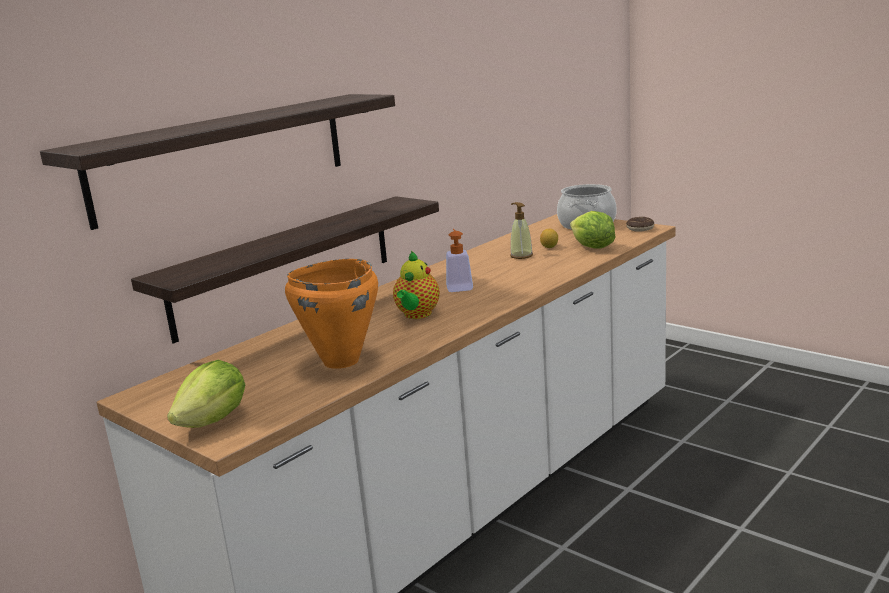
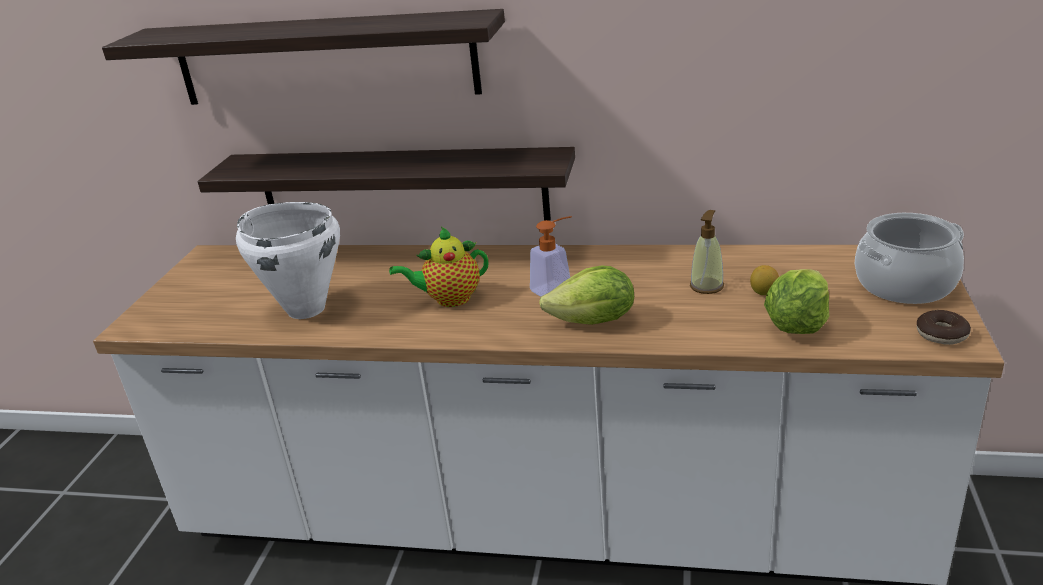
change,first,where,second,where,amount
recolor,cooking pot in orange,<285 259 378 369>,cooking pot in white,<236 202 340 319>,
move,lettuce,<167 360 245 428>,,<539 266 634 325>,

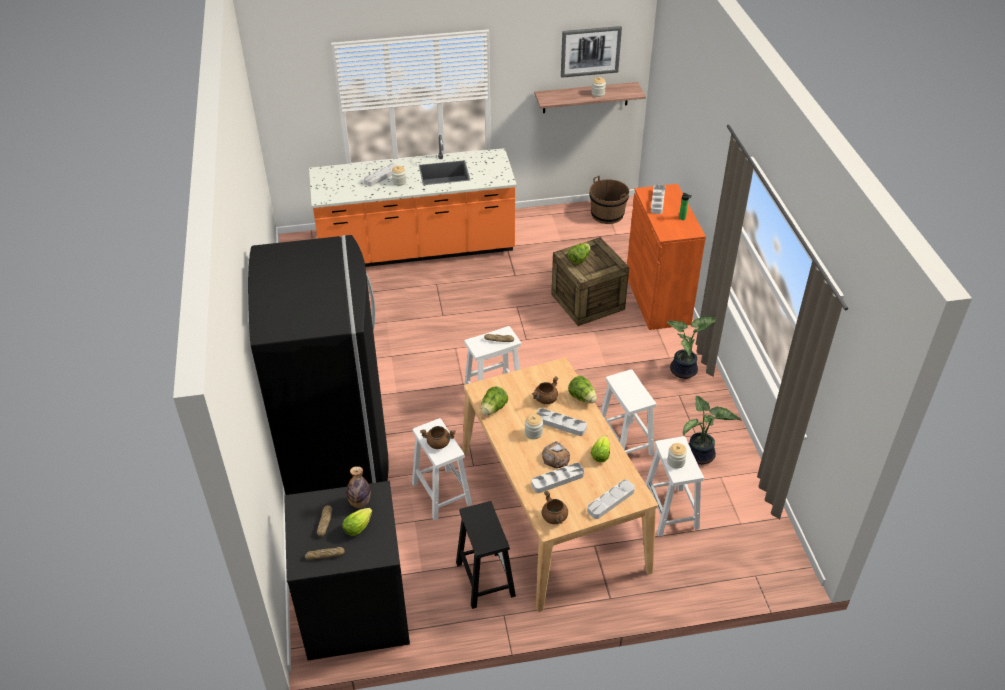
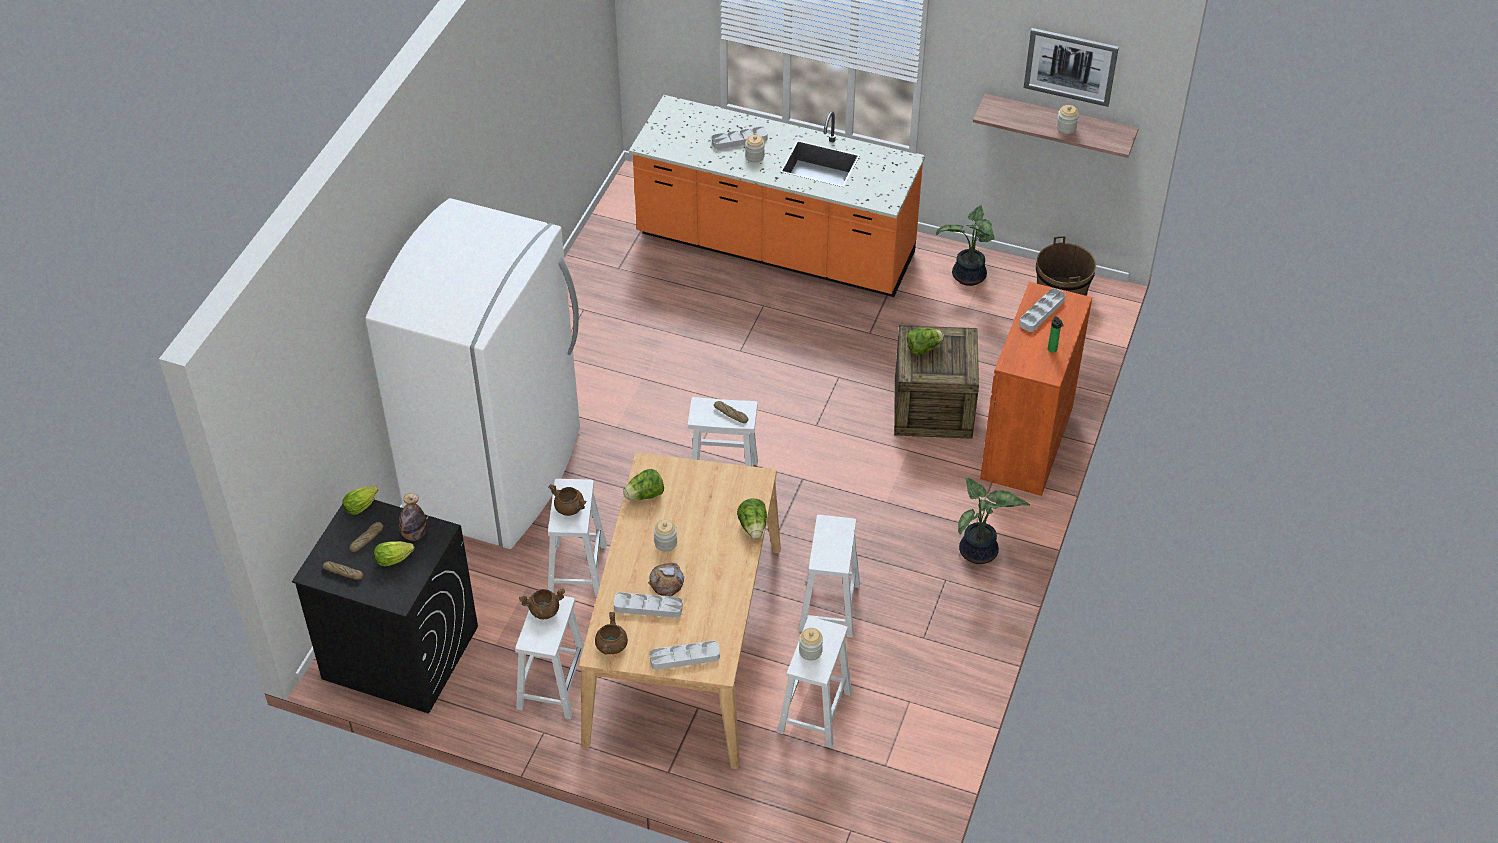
change,first,where,second,where,amount
recolor,fridge in black,<248 235 388 495>,fridge in white,<365 198 580 549>,
move,cooking pot in brown,<532 376 559 404>,,<519 588 565 619>,
move,potted plant,<683 396 741 465>,,<936 205 995 286>,
delete,tray in grey,<536 408 587 436>,,,
move,lettuce,<591 435 610 462>,,<343 486 378 515>,
recolor,stool in black,<456 501 516 609>,stool in white,<515 594 584 719>,

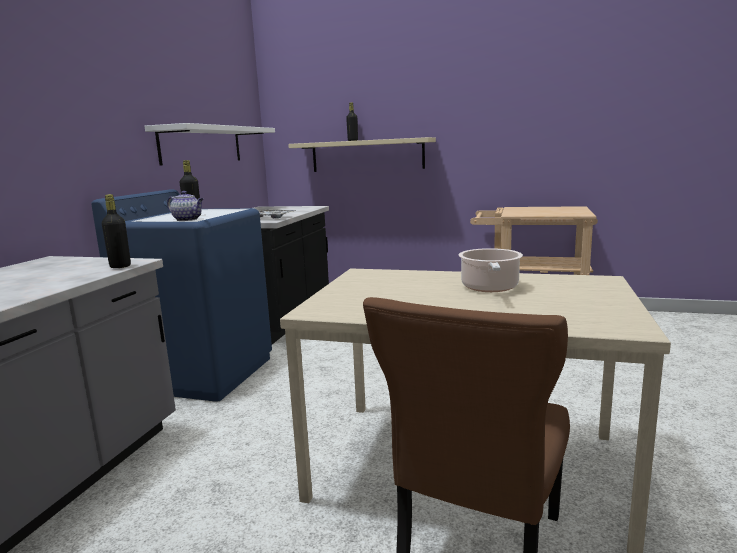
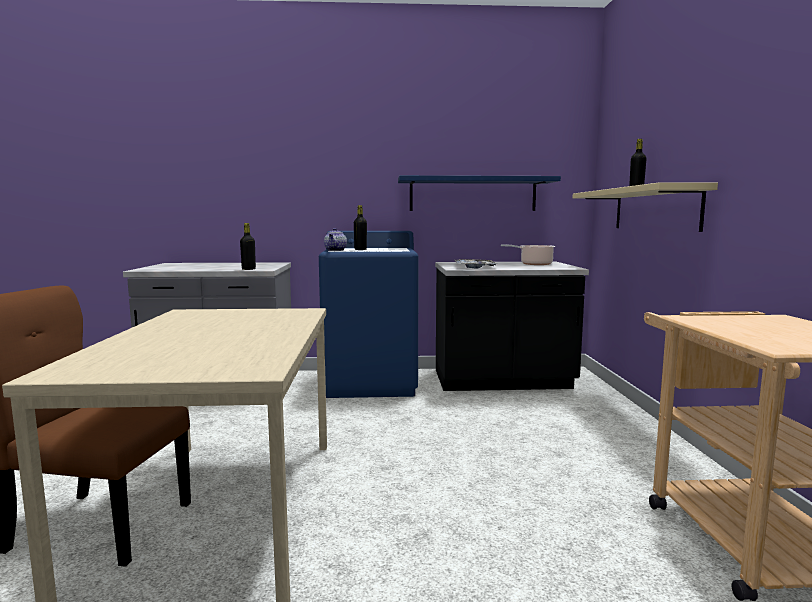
change,first,where,second,where,amount
recolor,shelf in white,<145 123 275 166>,shelf in blue,<398 175 561 211>,
move,cooking pot,<459 248 523 292>,,<501 244 555 265>,

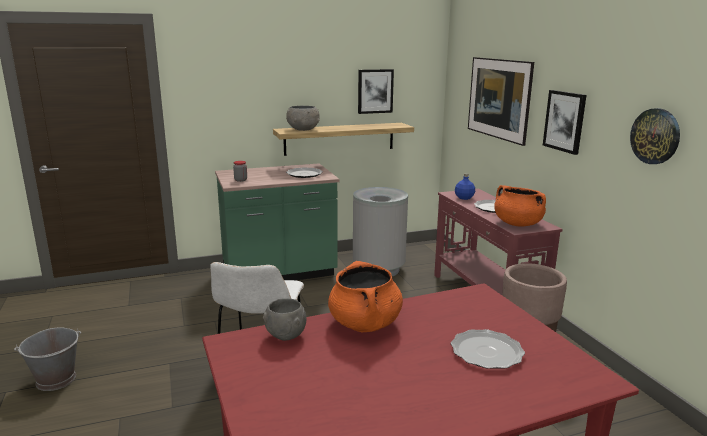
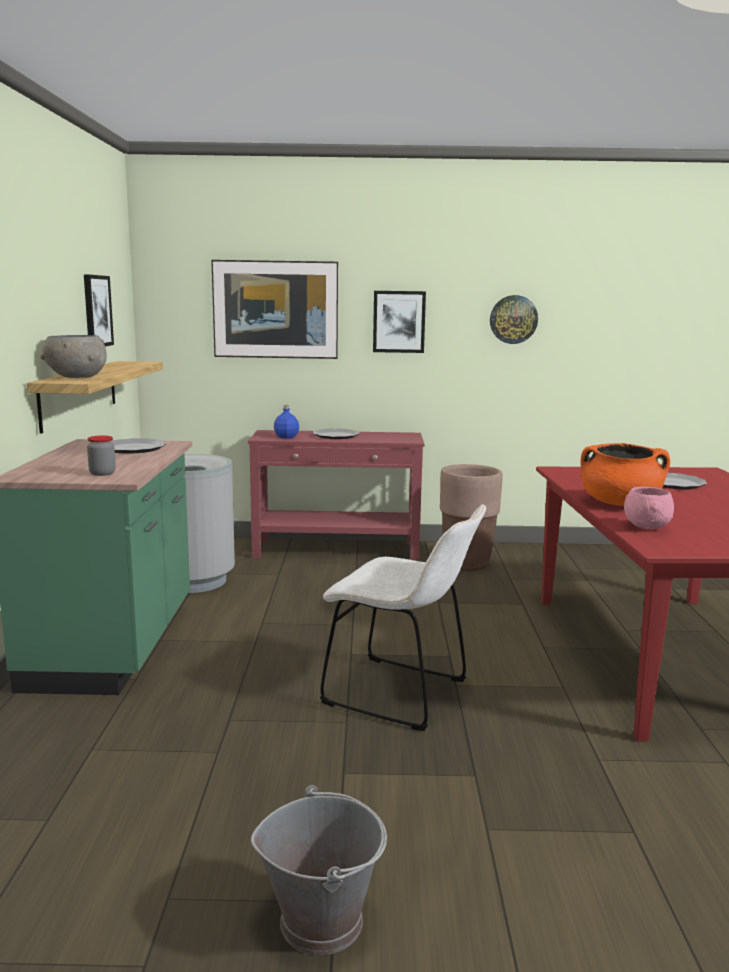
change,first,where,second,where,amount
delete,cooking pot in orange,<494 185 546 227>,,,
recolor,bowl in grey,<263 298 306 341>,bowl in pink,<624 487 674 529>,

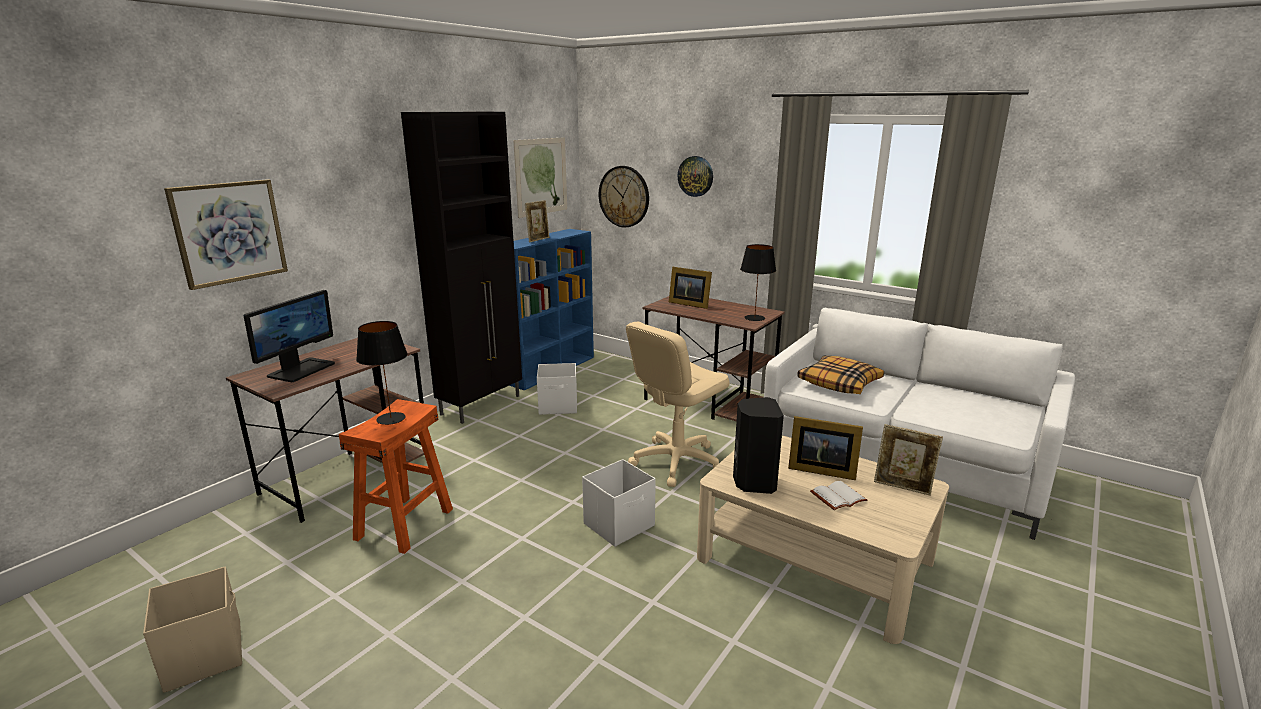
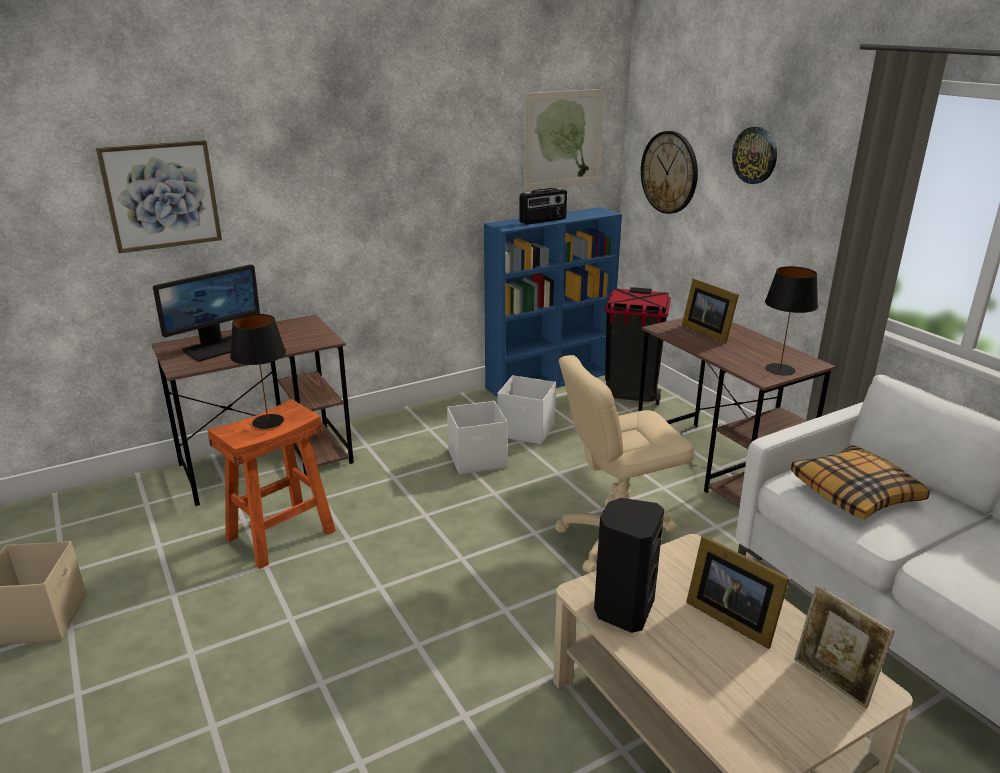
change,first,where,second,where,amount
delete,cabinet in black,<401 112 522 424>,,,
replace,picture frame,<525 200 550 243>,radio,<519 188 567 225>,
move,storage box in white,<582 459 656 547>,,<447 401 507 475>,
delete,book in white,<810 481 867 510>,,,
insert,,,trash can in black,<605 287 671 405>,

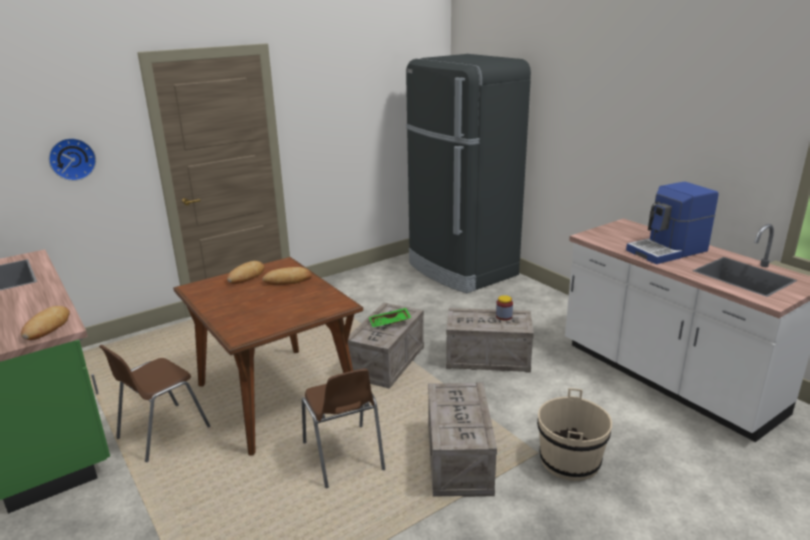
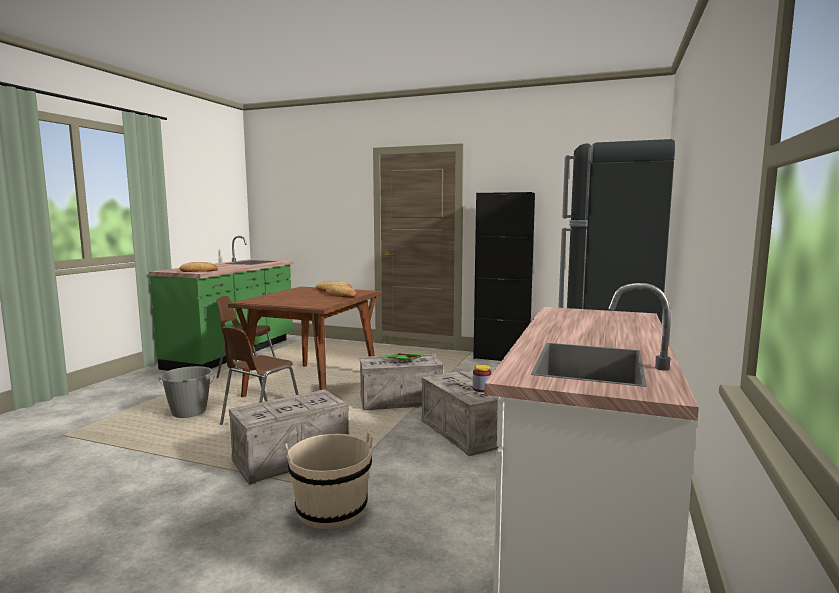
change,first,where,second,where,amount
delete,wall clock,<49 138 96 181>,,,
delete,coffee machine,<626 182 719 264>,,,
insert,,,cabinet in black,<473 192 535 361>,
insert,,,bucket in grey,<158 366 214 418>,

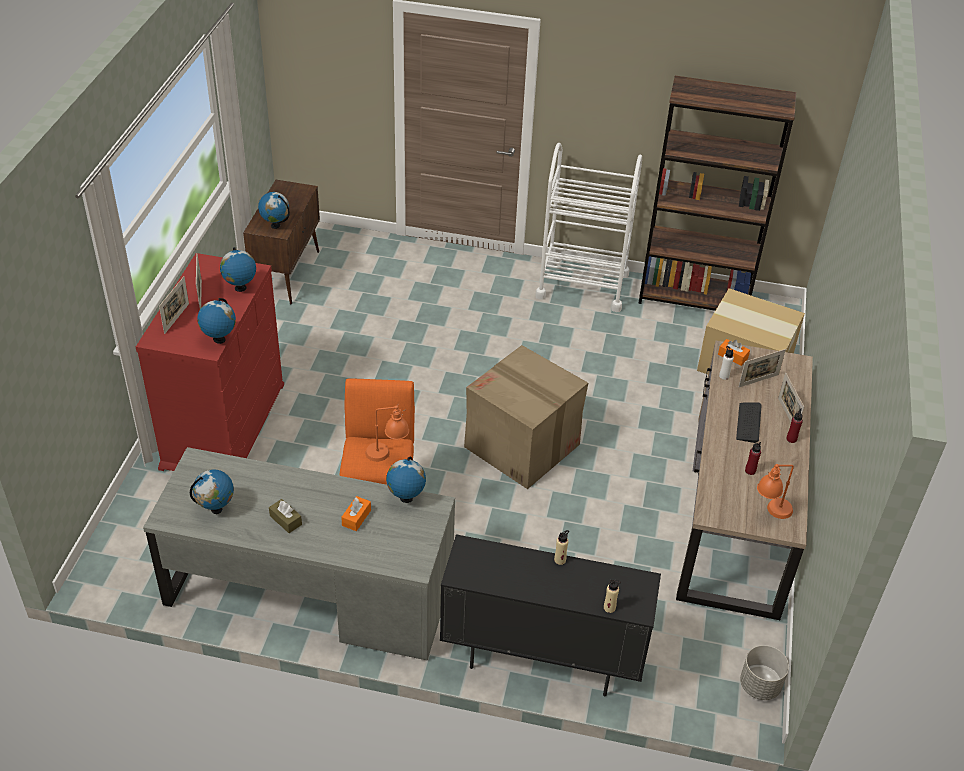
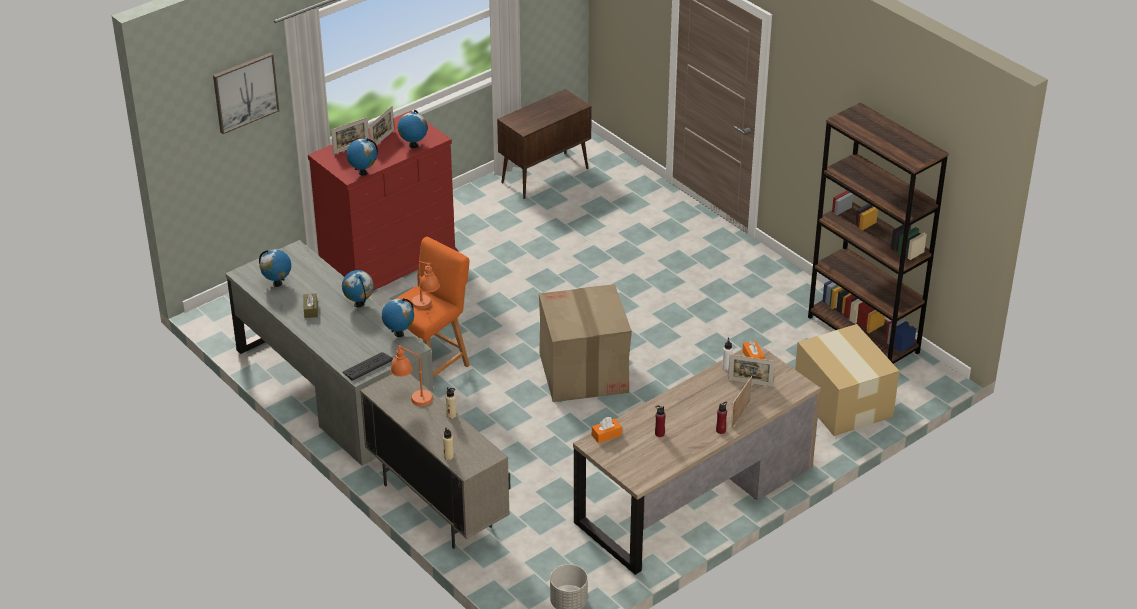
change,first,where,second,where,amount
delete,cart in white,<535 143 642 312>,,,
move,globe,<258 192 290 229>,,<342 270 374 307>,
move,keyboard,<736 403 762 443>,,<343 352 393 381>,
move,table lamp in orange,<757 464 794 519>,,<390 345 433 406>,
move,tissue box in orange,<341 496 371 531>,,<592 417 622 443>,
recolor,cabinet in black,<440 534 661 697>,cabinet in beige,<360 374 510 549>,
insert,,,picture,<213 52 279 134>,

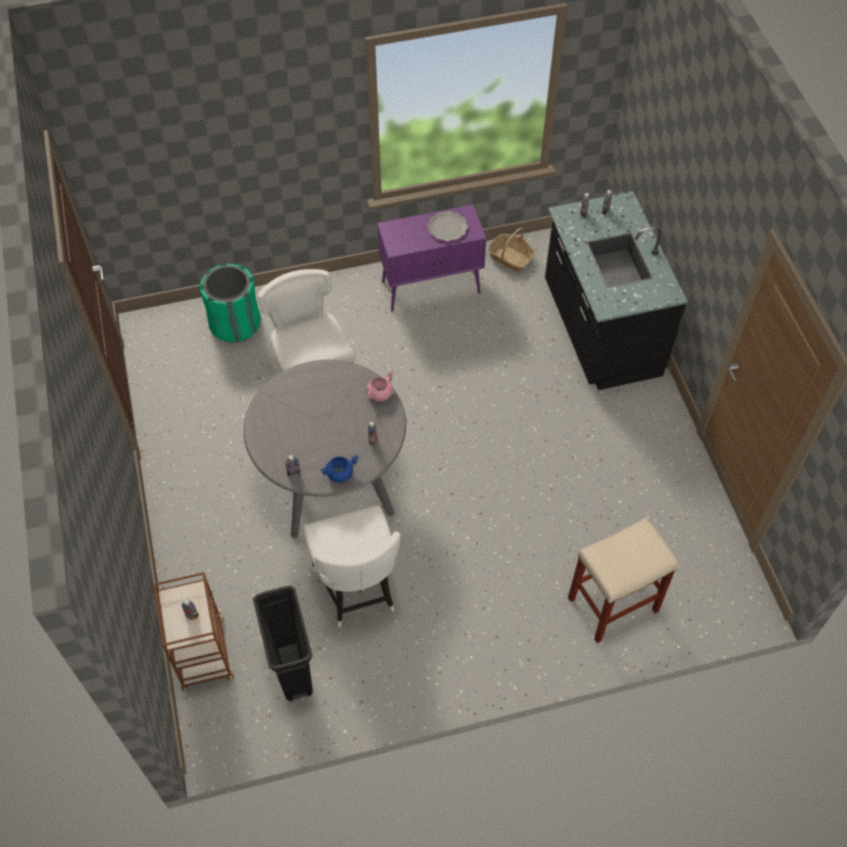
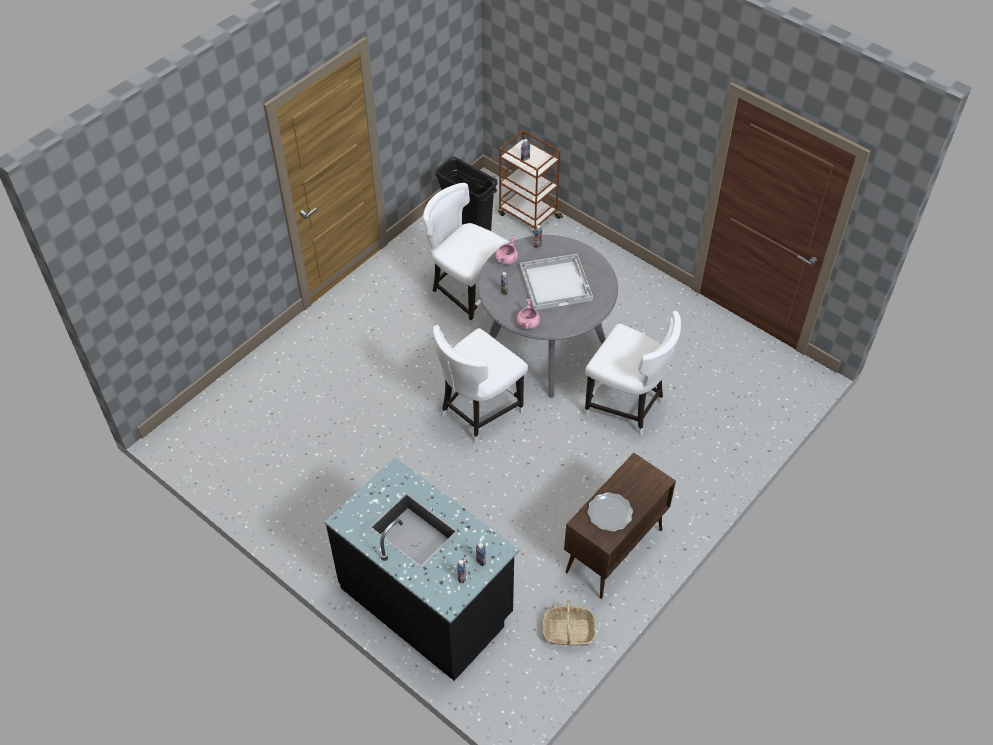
change,first,where,second,where,amount
recolor,cabinet in purple,<377 205 486 311>,cabinet in brown,<564 453 676 599>,
delete,trash can in green,<199 264 261 343>,,,
recolor,cooking pot in blue,<321 455 359 483>,cooking pot in pink,<495 237 518 265>,
delete,stool in beige,<568 518 679 643>,,,
insert,,,tray in white,<520 254 593 310>,
insert,,,chair in white,<433 325 528 444>,

